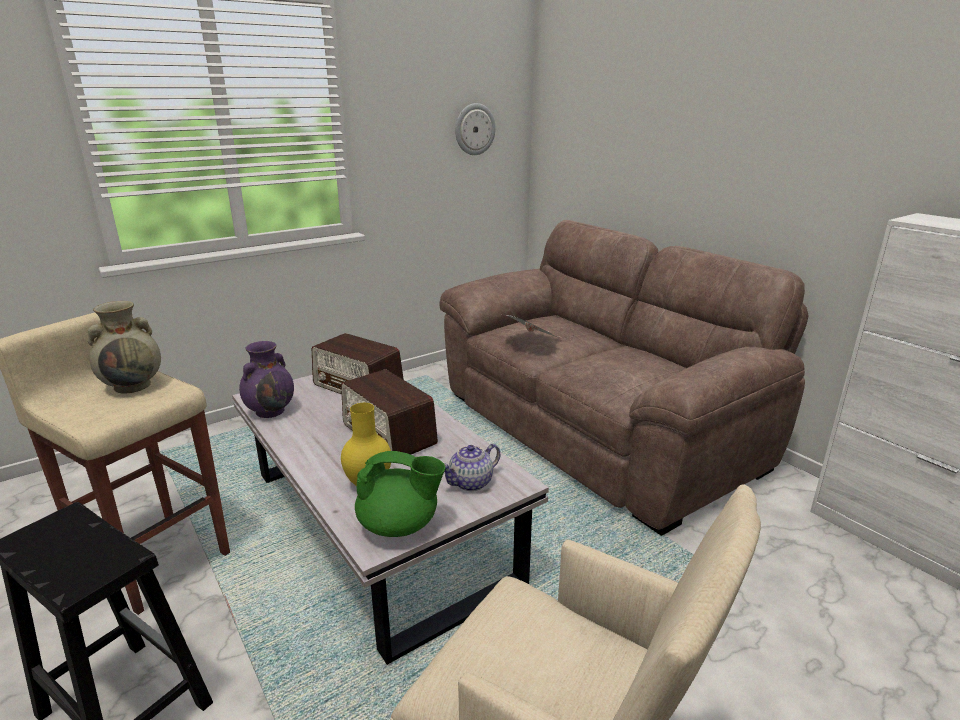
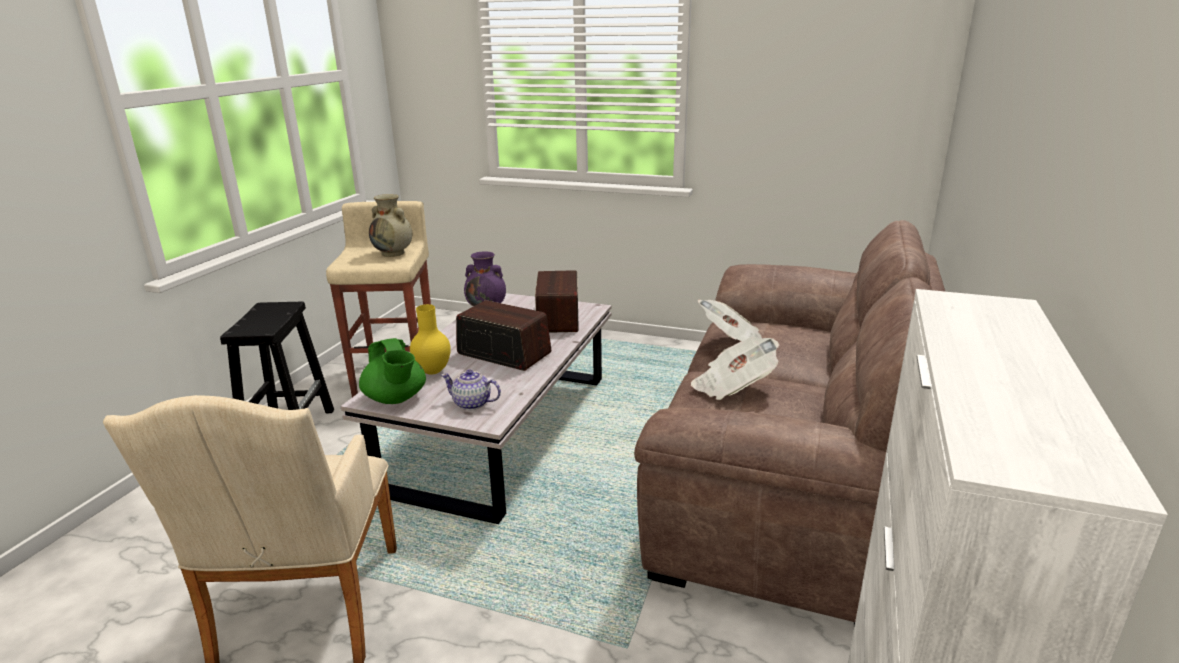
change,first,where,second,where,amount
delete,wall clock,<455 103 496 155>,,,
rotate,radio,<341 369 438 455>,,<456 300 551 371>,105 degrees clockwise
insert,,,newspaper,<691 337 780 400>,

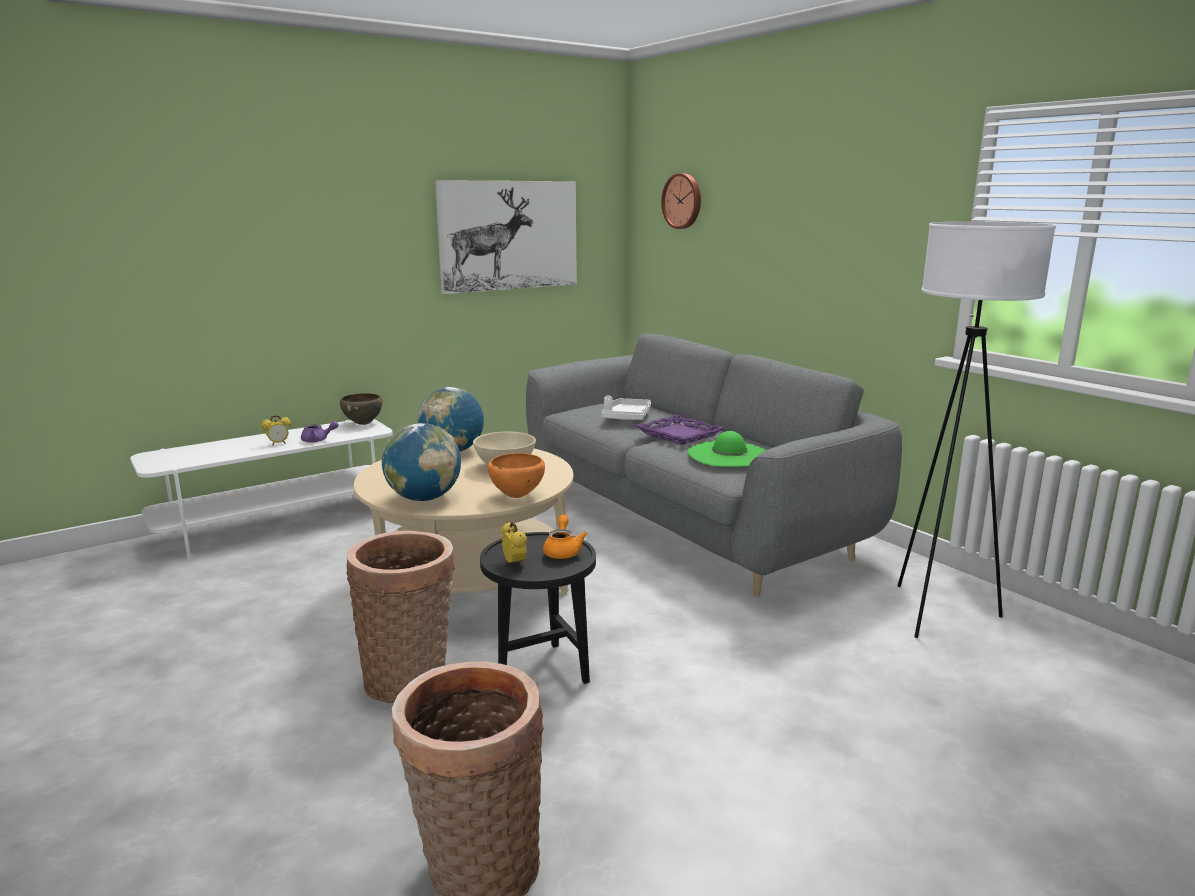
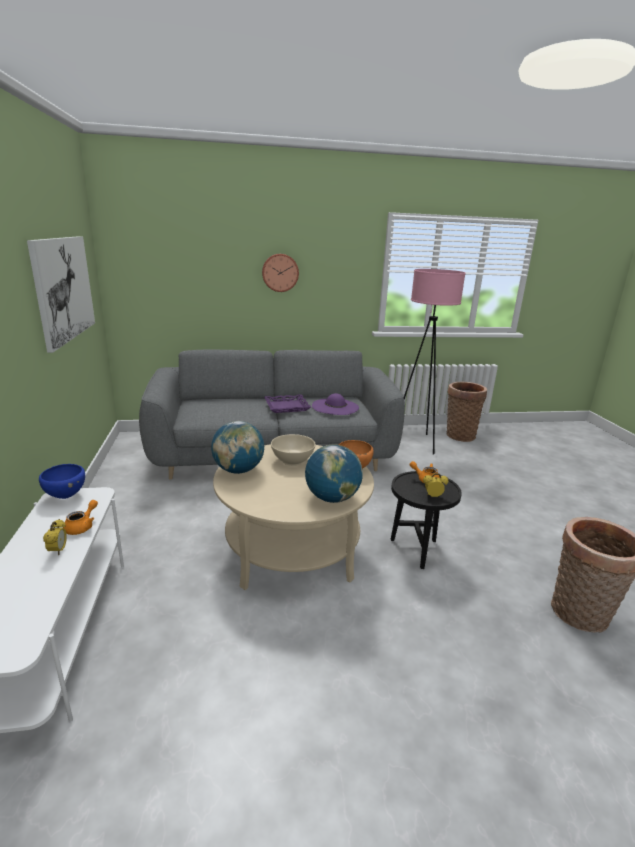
change,first,where,second,where,amount
move,wall clock,<661 173 701 229>,,<262 254 299 292>,
recolor,floor lamp in white,<897 222 1056 638>,floor lamp in pink,<404 269 466 455>,
recolor,bowl in brown,<340 393 382 425>,bowl in blue,<39 464 85 499>,
delete,tray in white,<602 395 651 420>,,,
recolor,teapot in purple,<301 421 339 443>,teapot in orange,<63 500 98 535>,
recolor,hat in green,<687 431 766 467>,hat in purple,<312 393 359 415>,
move,basket,<346 531 455 703>,,<447 382 487 442>,

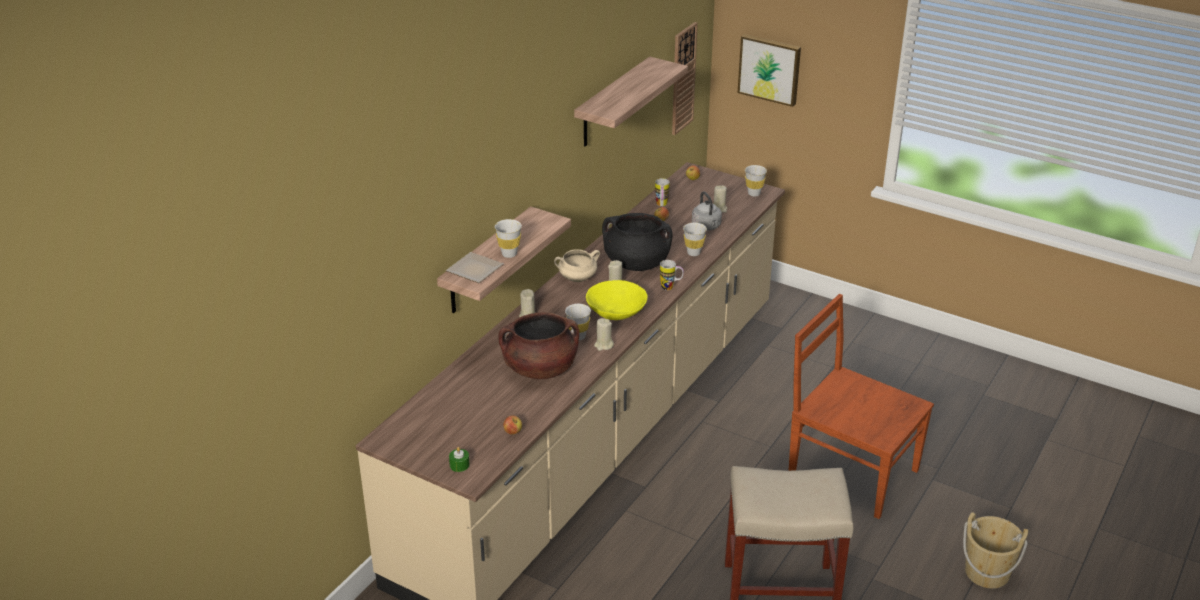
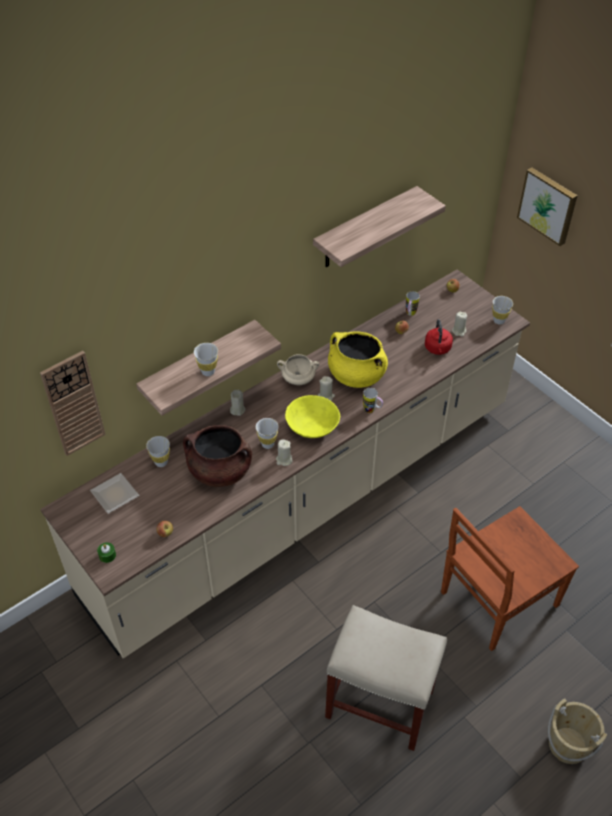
change,first,where,second,where,amount
move,wall clock,<672 22 698 135>,,<40 351 106 456>,
recolor,kettle in grey,<692 191 722 231>,kettle in red,<425 319 453 355>,
recolor,cooking pot in black,<602 213 672 271>,cooking pot in yellow,<328 331 388 388>,
move,cup in white,<683 223 707 256>,,<146 436 170 467>,
move,plate,<446 252 504 283>,,<90 473 139 514>,
rotate,chair in brown,<789 294 934 519>,,<441 506 579 651>,90 degrees counterclockwise

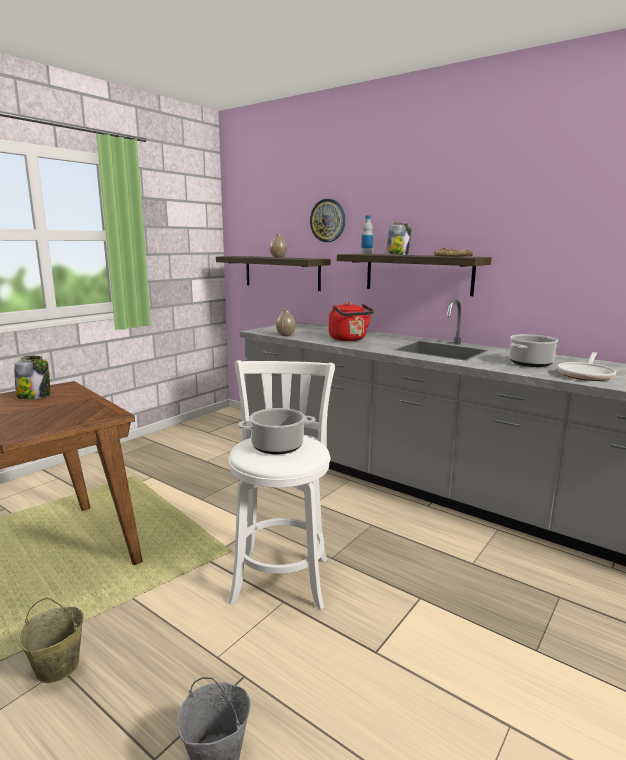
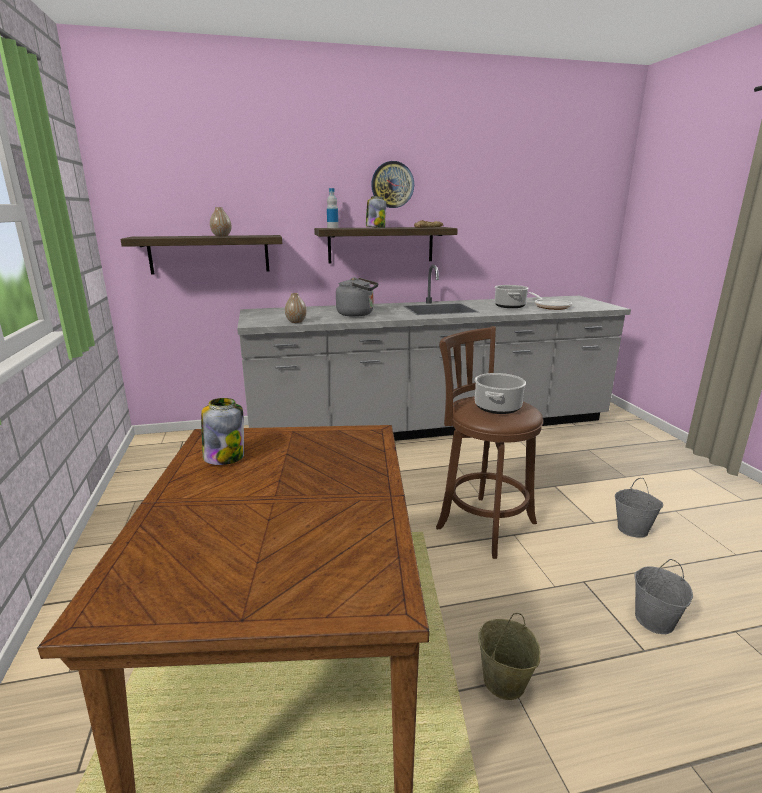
change,first,where,second,where,amount
move,wall clock,<310 199 345 242>,,<371 161 414 208>,
recolor,kettle in red,<329 302 374 341>,kettle in grey,<336 277 379 317>,
recolor,stool in white,<228 360 335 610>,stool in brown,<436 326 543 559>,
insert,,,bucket in grey,<615 478 663 538>,

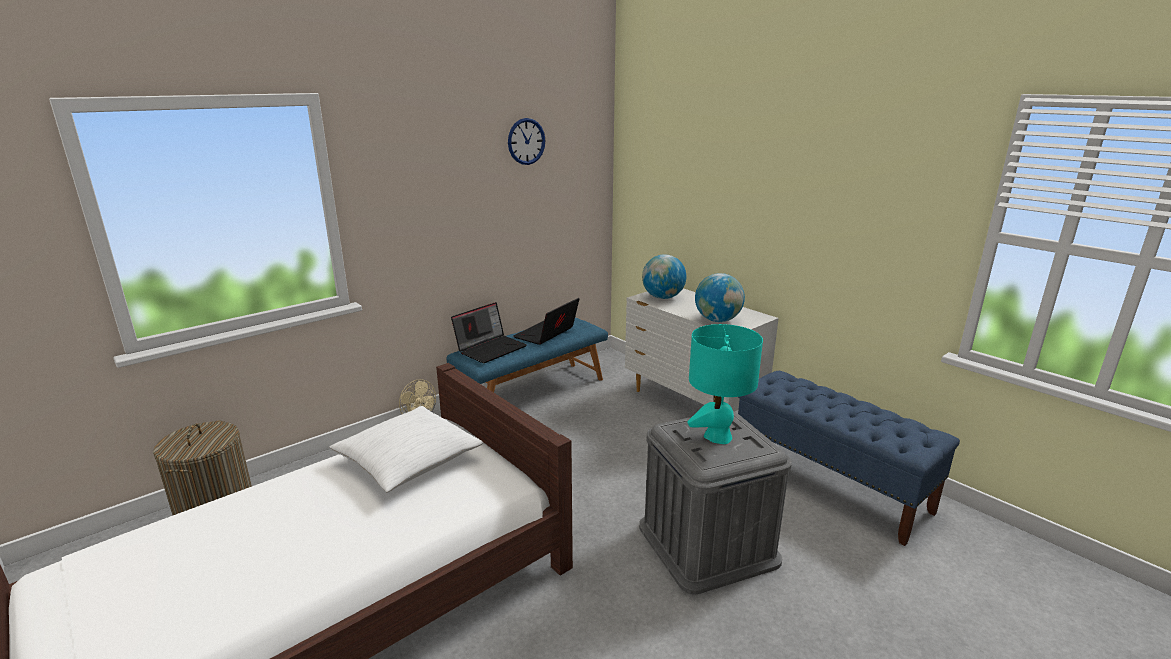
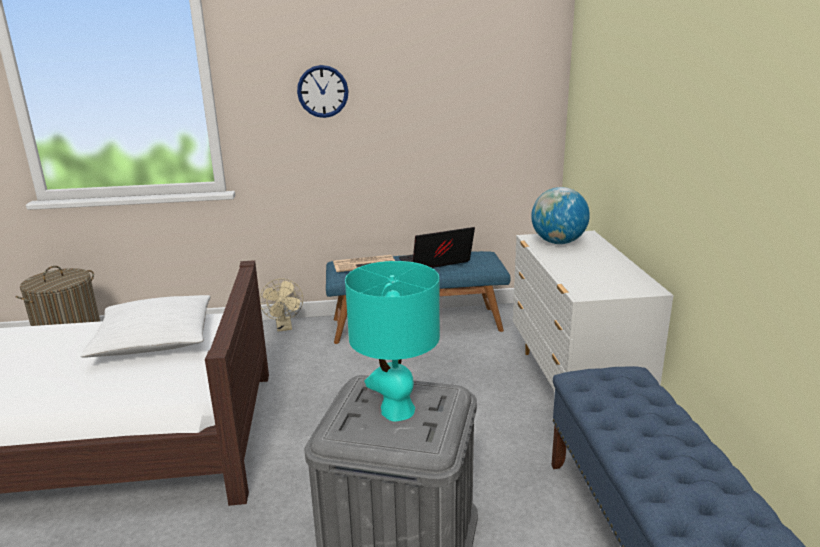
change,first,where,second,where,amount
move,wall clock,<508 118 546 165>,,<297 65 349 118>,
delete,globe,<695 273 745 322>,,,
replace,laptop,<451 302 527 363>,newspaper,<333 255 395 272>,

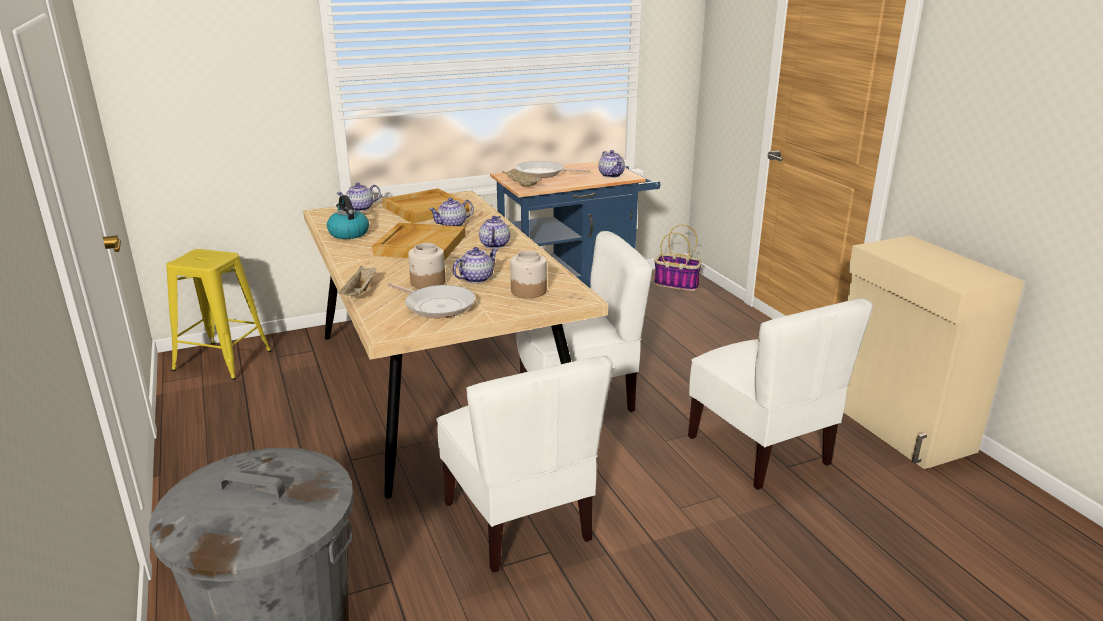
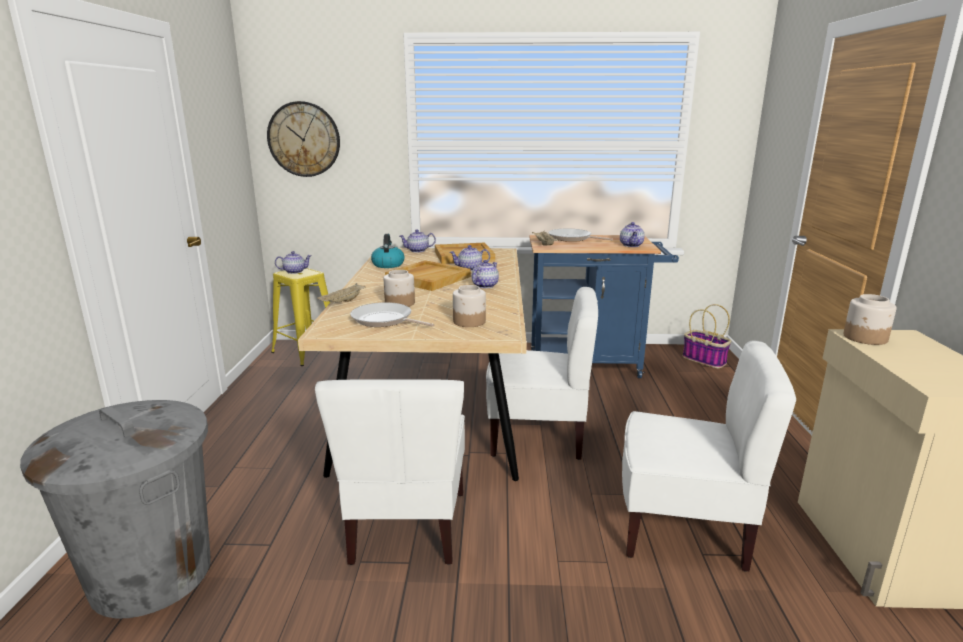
change,first,where,second,where,amount
move,teapot,<453 247 498 283>,,<275 251 312 274>,
rotate,frying pan,<387 283 475 318>,,<350 302 434 327>,150 degrees clockwise
rotate,chair in white,<688 299 873 490>,,<622 341 796 572>,75 degrees counterclockwise
insert,,,wall clock,<267 101 340 177>,
insert,,,jar,<843 294 897 345>,

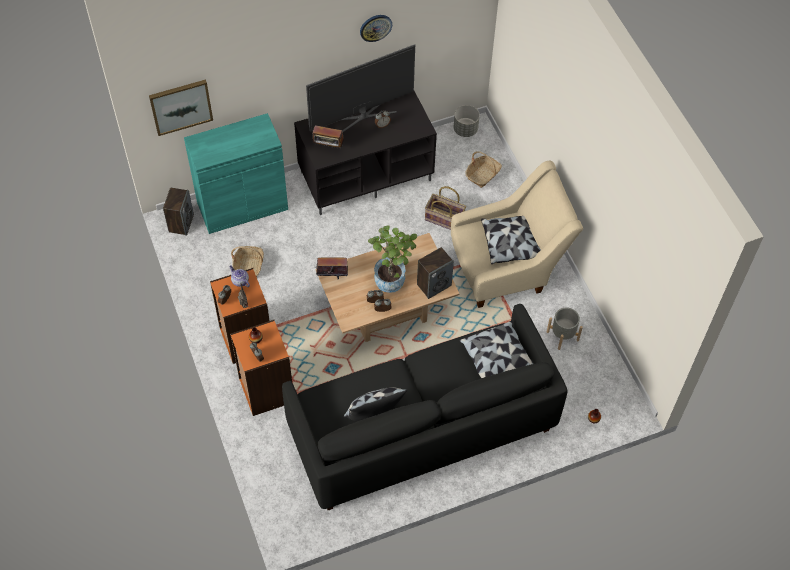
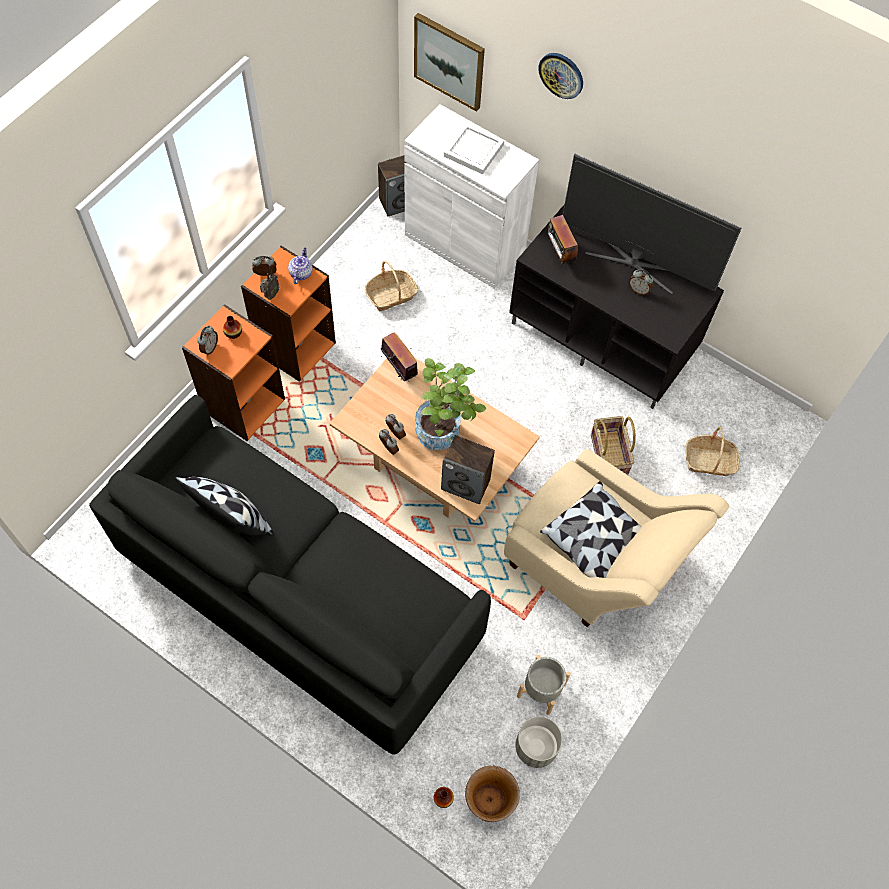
change,first,where,second,where,amount
move,wall clock,<360 15 392 42>,,<538 53 583 99>,
move,planter in grey,<454 105 480 137>,,<515 716 562 768>,
recolor,cabinet in turquoise,<184 113 288 234>,cabinet in white,<404 104 539 289>,
delete,pillow,<460 321 534 378>,,,
insert,,,tray in white,<444 123 504 174>,
insert,,,planter in brown,<465 766 520 822>,

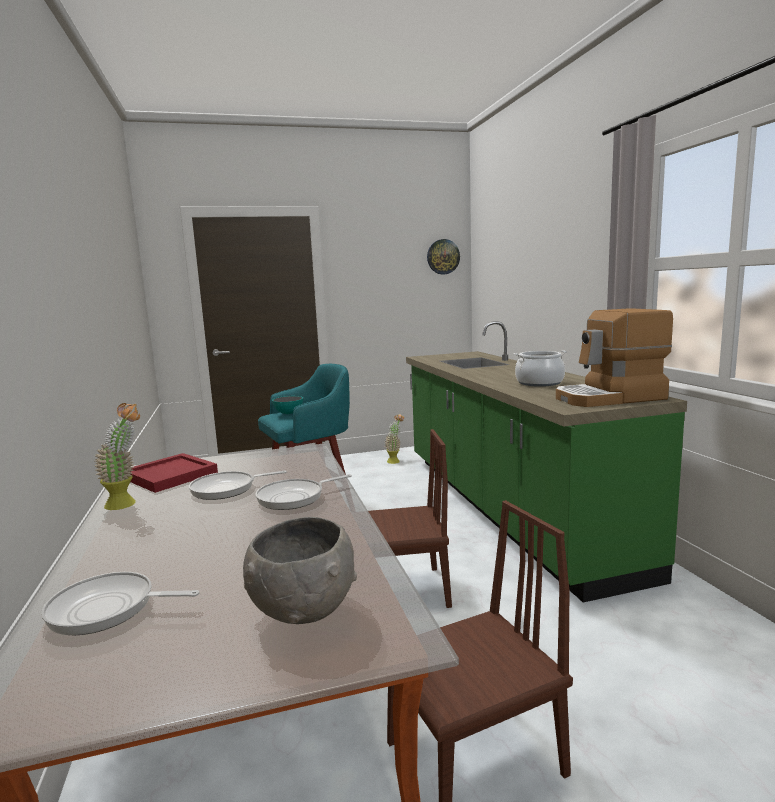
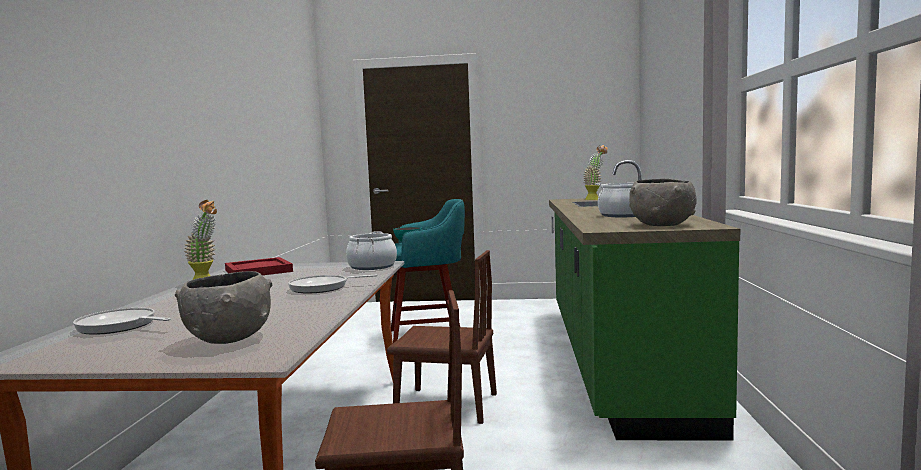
change,first,where,second,where,amount
delete,wall clock,<427 239 460 275>,,,
replace,coffee machine,<556 308 673 407>,bowl in grey,<629 179 697 226>,
move,potted plant,<385 414 404 464>,,<583 145 608 200>,
delete,frying pan,<189 471 287 500>,,,
insert,,,cooking pot,<346 231 397 270>,

